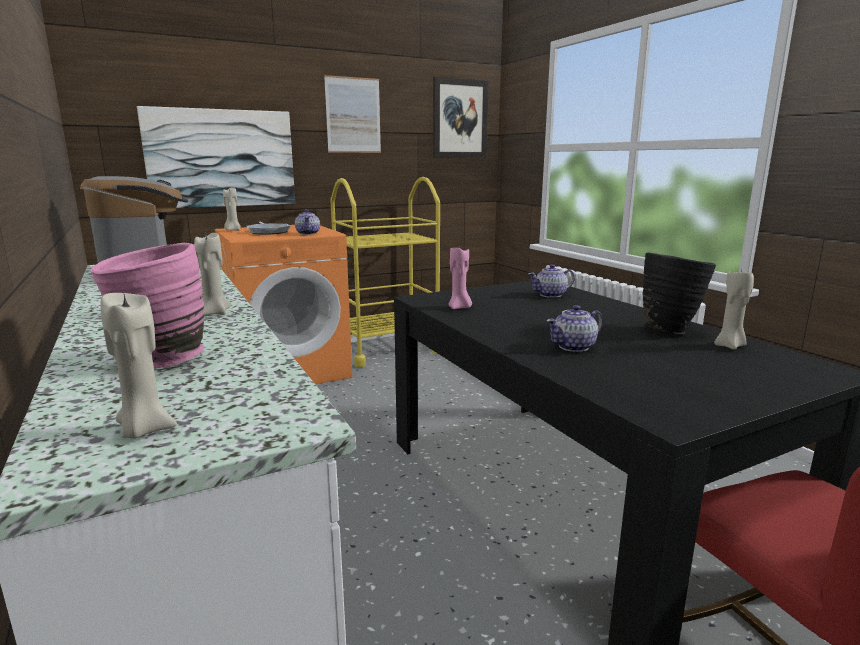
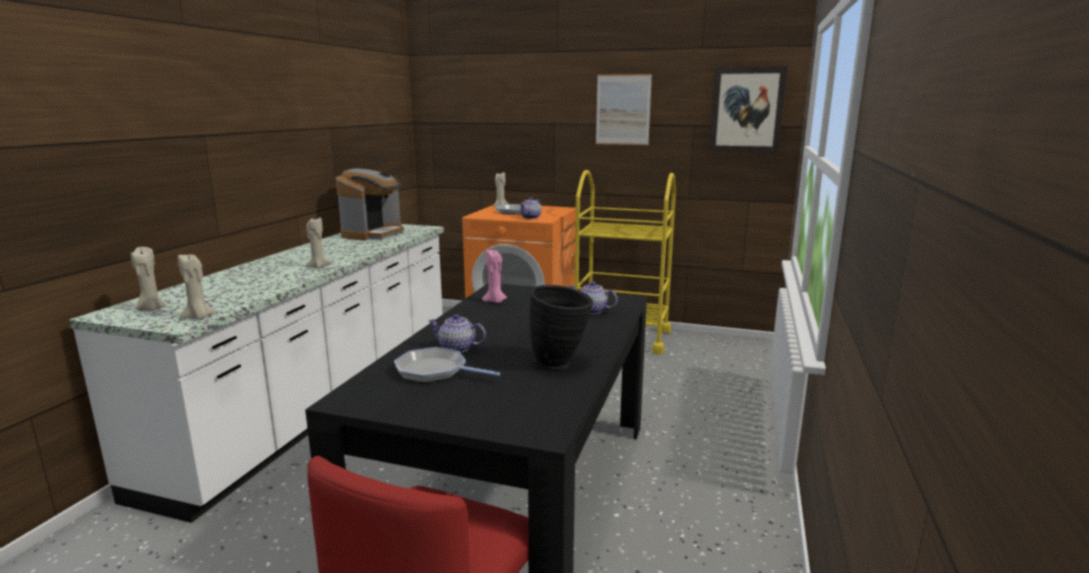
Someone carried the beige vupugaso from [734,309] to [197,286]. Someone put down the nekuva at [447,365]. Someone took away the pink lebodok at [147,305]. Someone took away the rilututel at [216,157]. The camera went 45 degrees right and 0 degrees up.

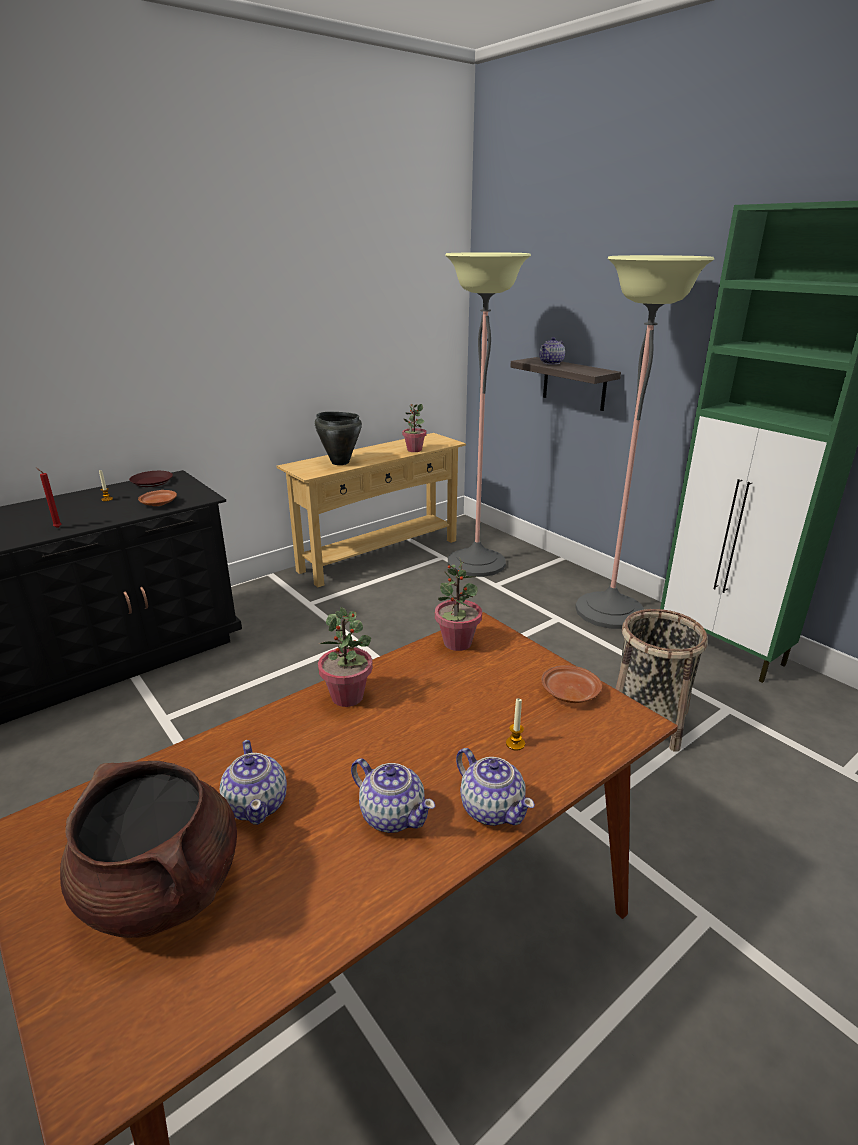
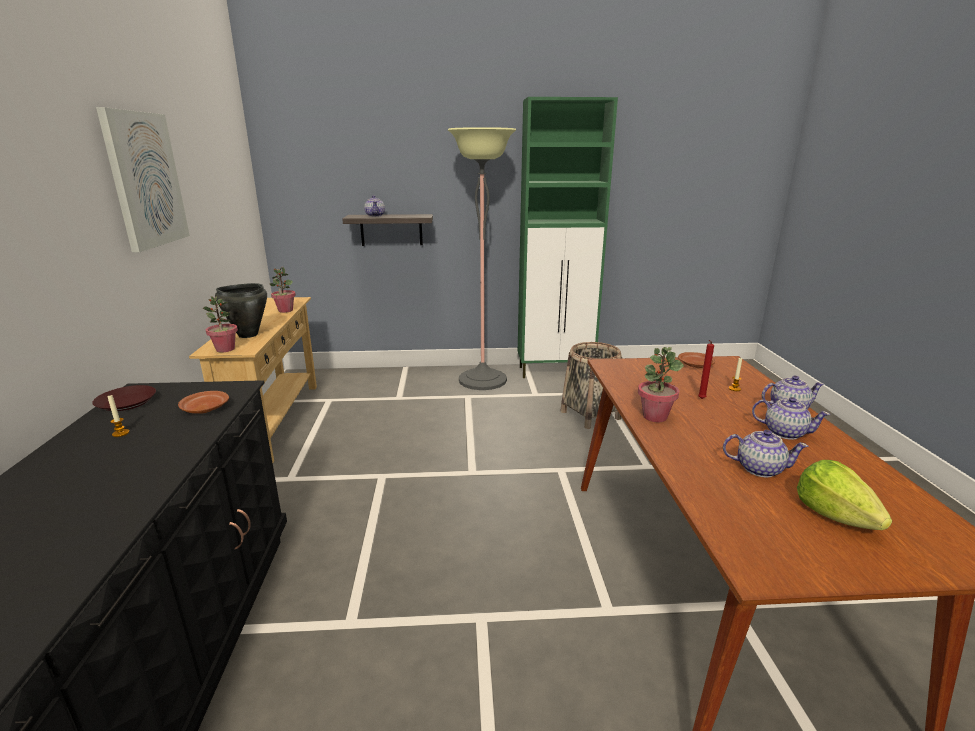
Someone put up the rilututel at [143,179]. Someone carried the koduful from [458,604] to [220,324]. Someone carried the red vupugaso from [48,497] to [706,369]. Someone rotated the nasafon at [393,795] by 45 degrees clockwise. Someone swapped the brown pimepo at [148,849] for the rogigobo at [844,495]. Someone took away the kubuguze at [488,414]. The camera went 55 degrees left and 5 degrees down.

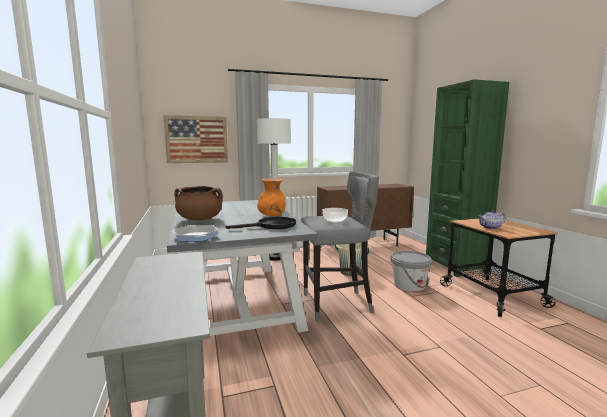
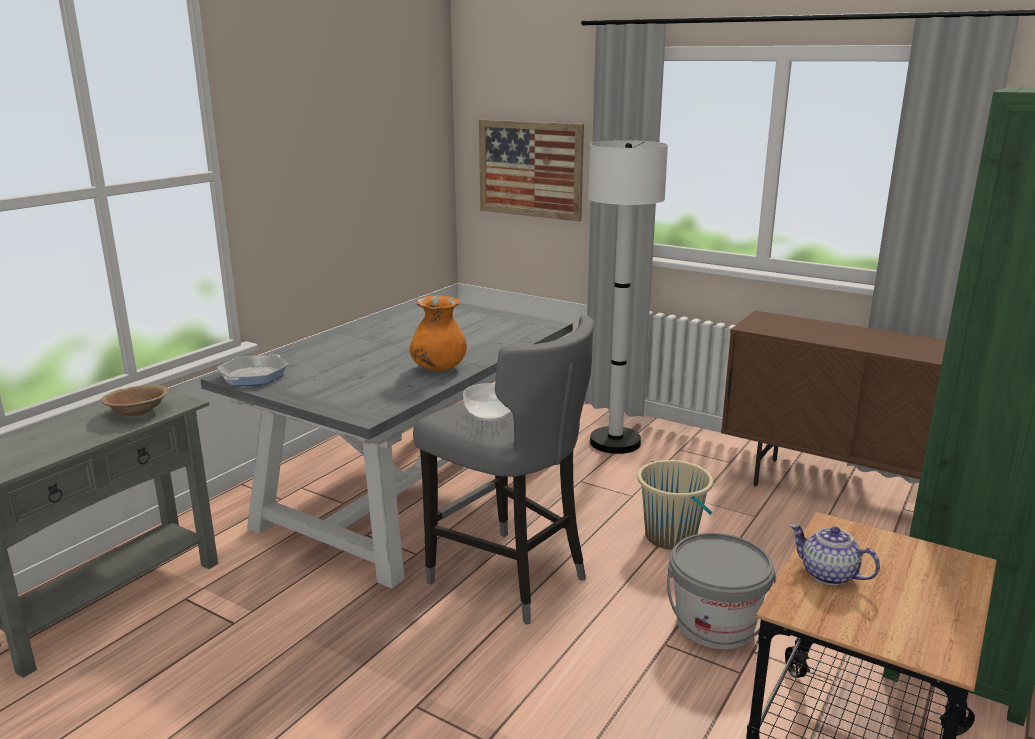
Someone put down the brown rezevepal at [134,400]. Someone took away the brown pimepo at [198,203]. Someone took away the black nekuva at [261,223]. The camera went 50 degrees right and 10 degrees up.

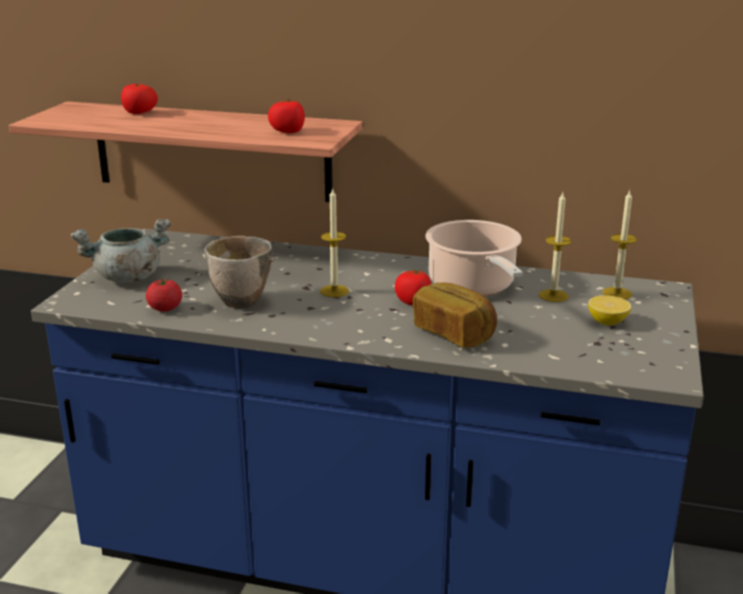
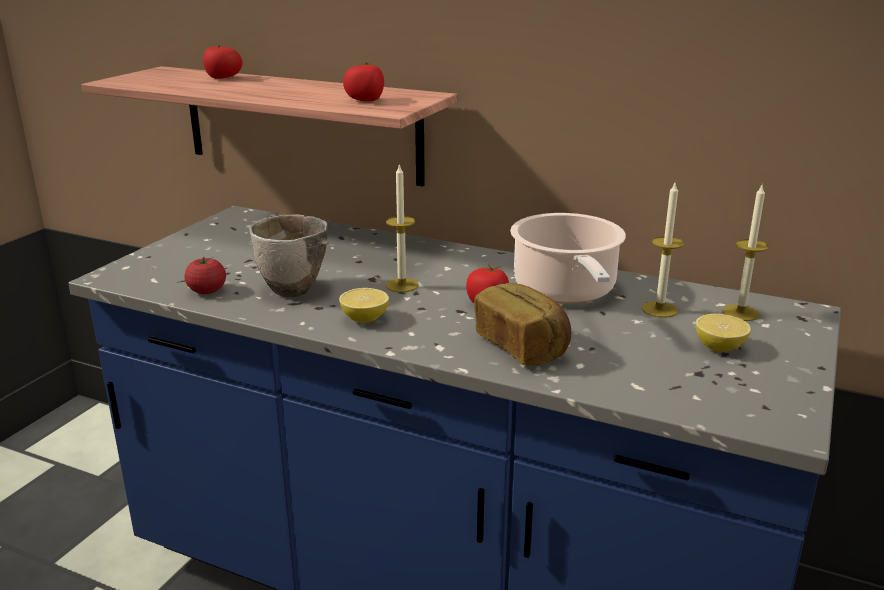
Someone put down the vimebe at [364,305]. Someone took away the grey pimepo at [121,251]. The camera went 10 degrees right and 0 degrees up.

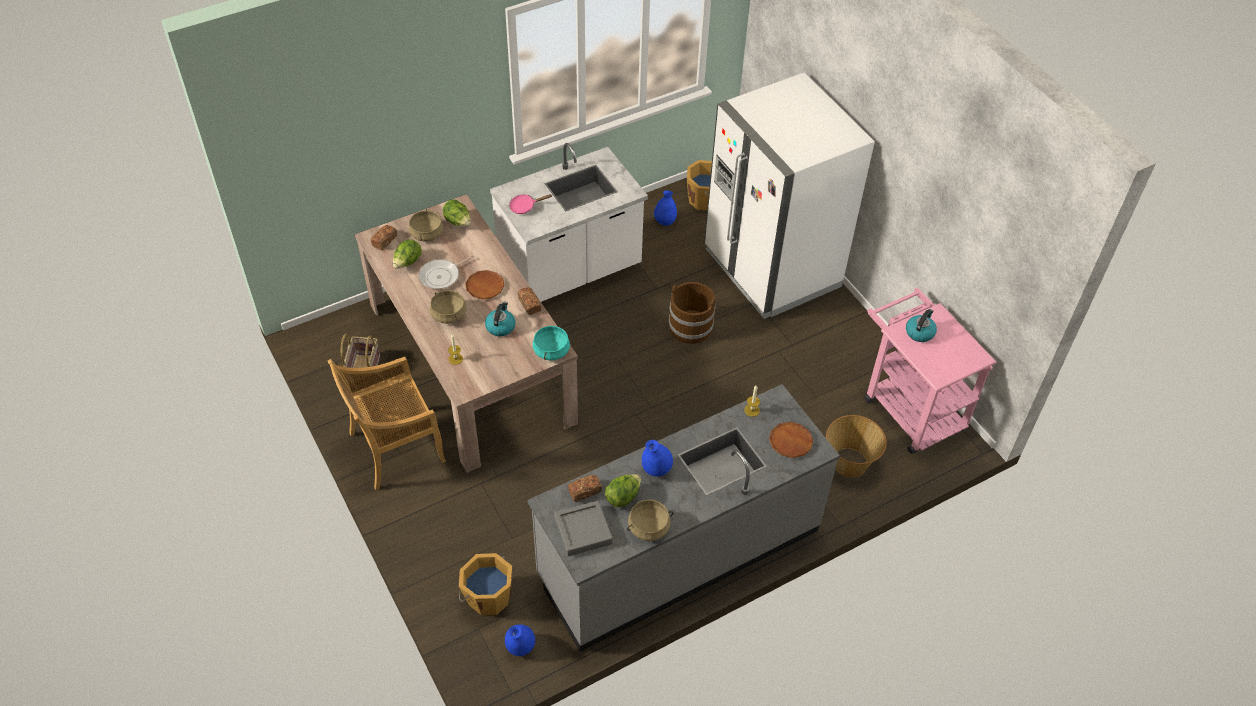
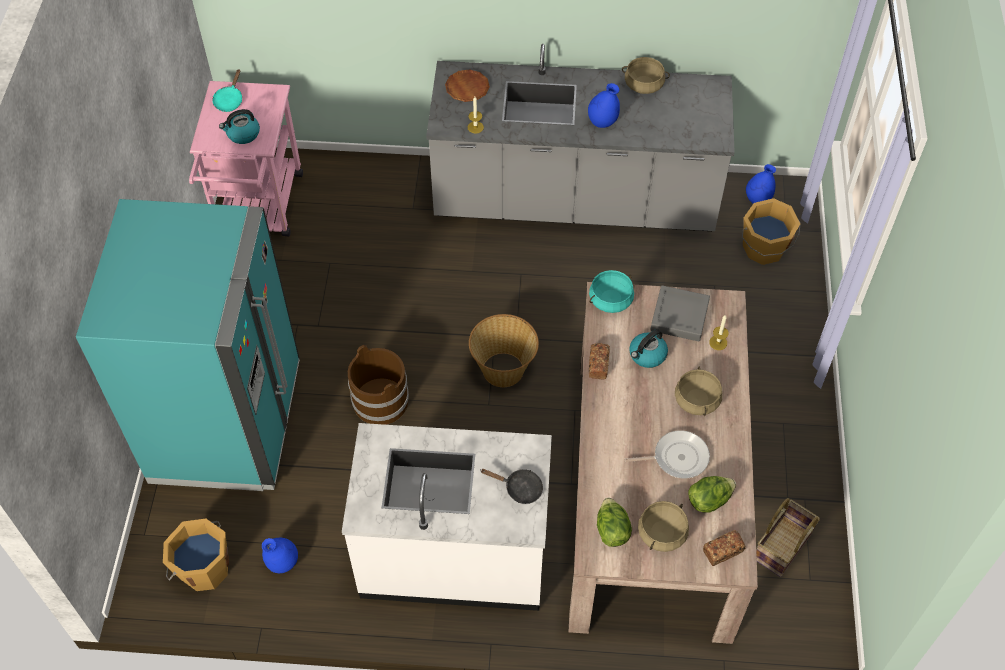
Someone repainted the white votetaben at [789,196], which became the turquoise votetaben at [188,345]. Someone put down the turquoise nekuva at [227,90]. Someone carried the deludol from [856,446] to [504,350]. Someone repainted the pink nekuva at [530,204], which became the black nekuva at [511,486]. Someone carried the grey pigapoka from [583,528] to [680,313]. Someone took away the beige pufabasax at [387,423]. Someone took away the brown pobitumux at [484,284]. Someone took away the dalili at [585,488]. Someone took away the rogigobo at [623,490]. The camera went 145 degrees left and 5 degrees up.

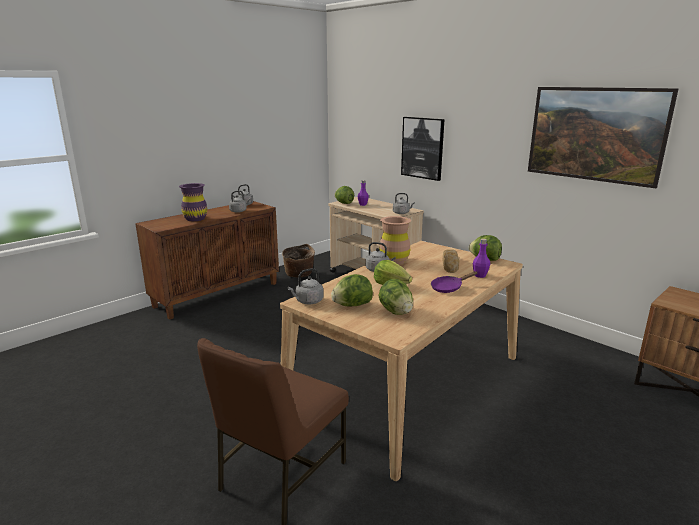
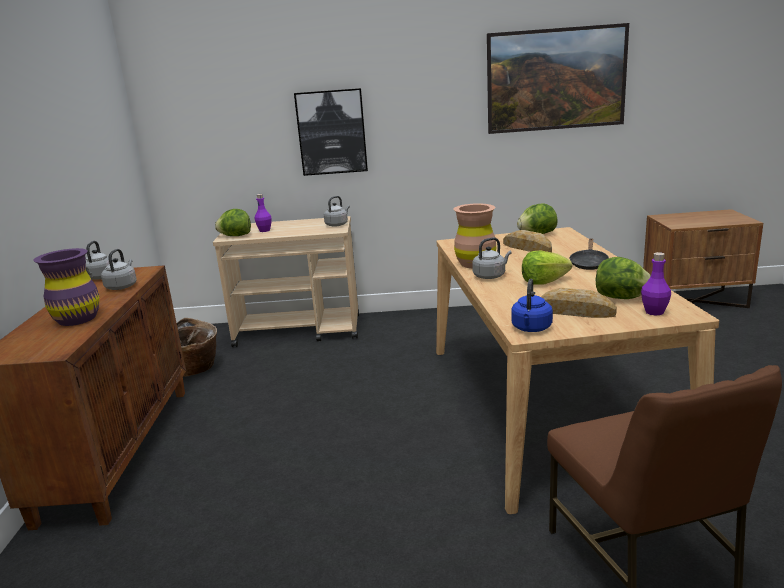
Someone repainted the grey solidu at [305,286], which became the blue solidu at [532,305]. Someone swapped the rogigobo at [352,290] for the dalili at [579,303]. Someone repainted the purple nekuva at [454,282], which became the black nekuva at [589,254]. Someone carried the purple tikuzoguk from [481,258] to [656,284]. The camera went 45 degrees left and 0 degrees up.

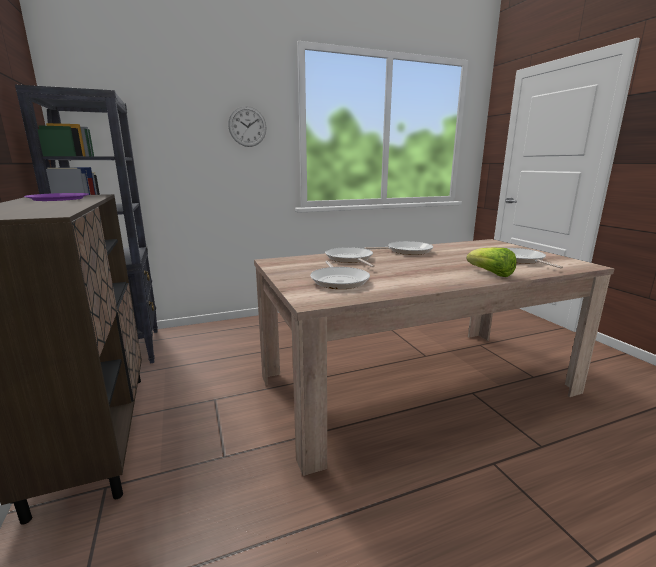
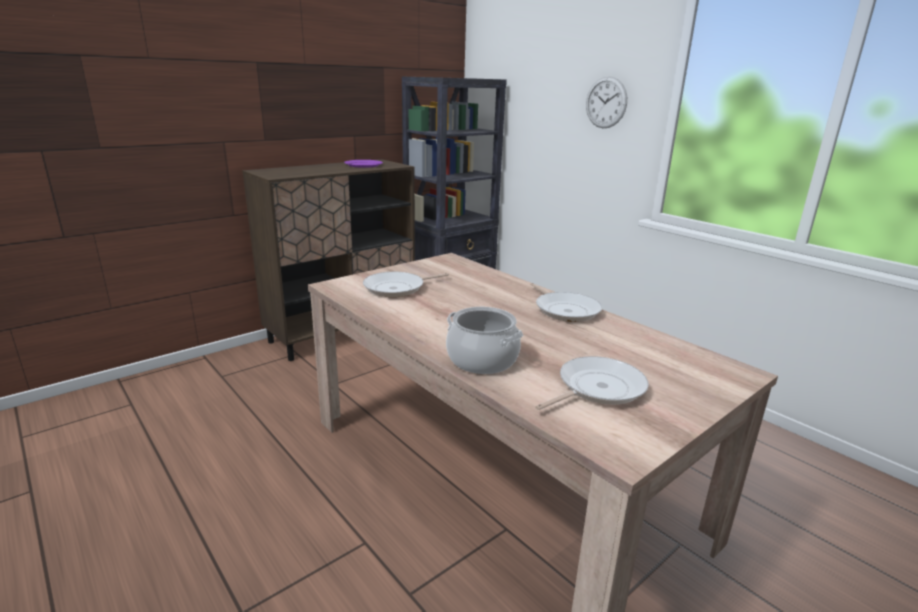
Someone swapped the rogigobo at [491,262] for the pimepo at [484,340]. Someone took away the nekuva at [350,257]. The camera went 70 degrees right and 5 degrees up.

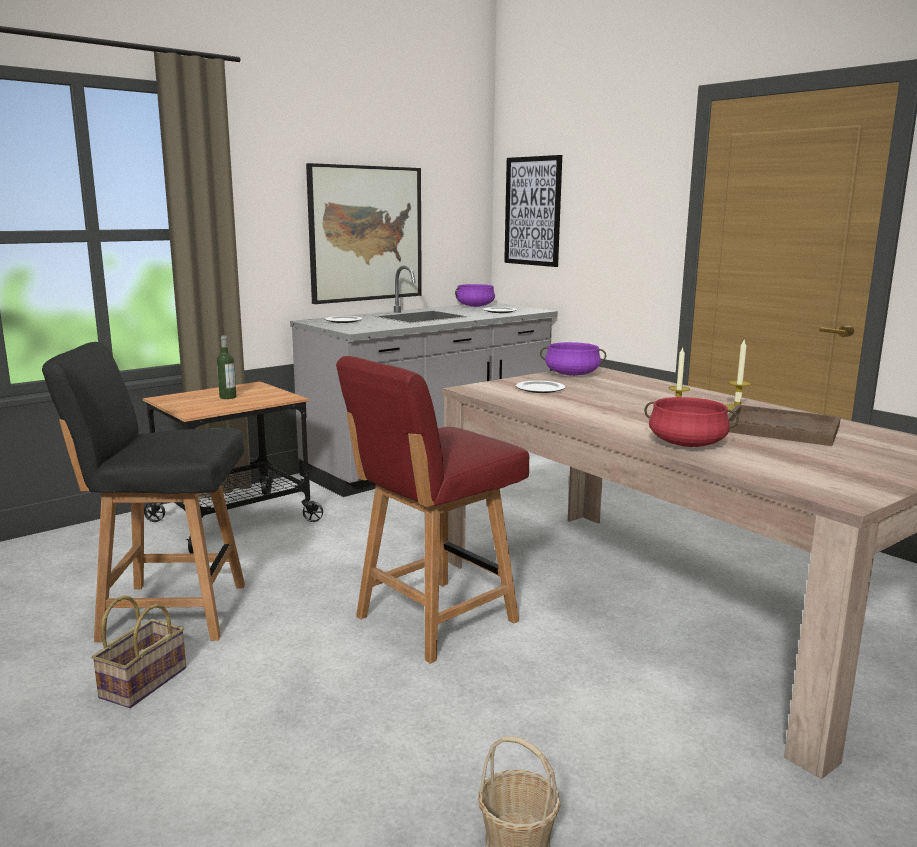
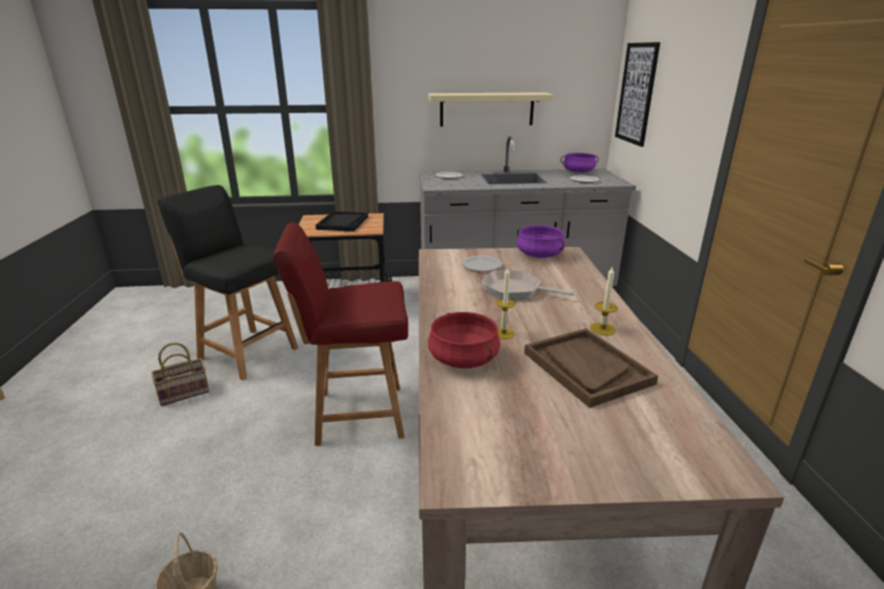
Someone swapped the tikuzoguk at [226,367] for the black pigapoka at [341,221]. Someone swapped the rilututel at [364,233] for the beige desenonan at [491,109]. Someone put down the nekuva at [528,285]. The camera went 35 degrees right and 10 degrees up.

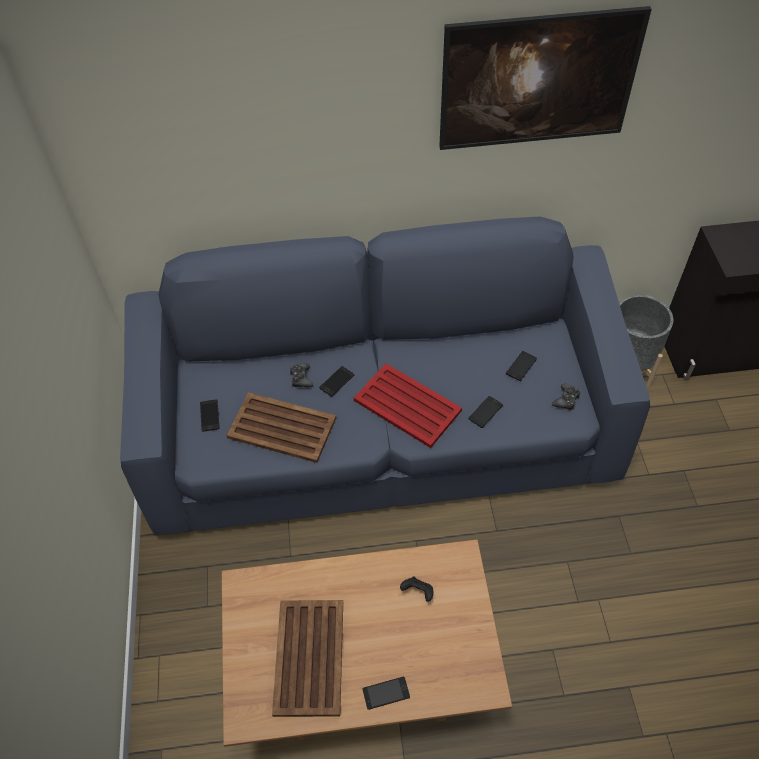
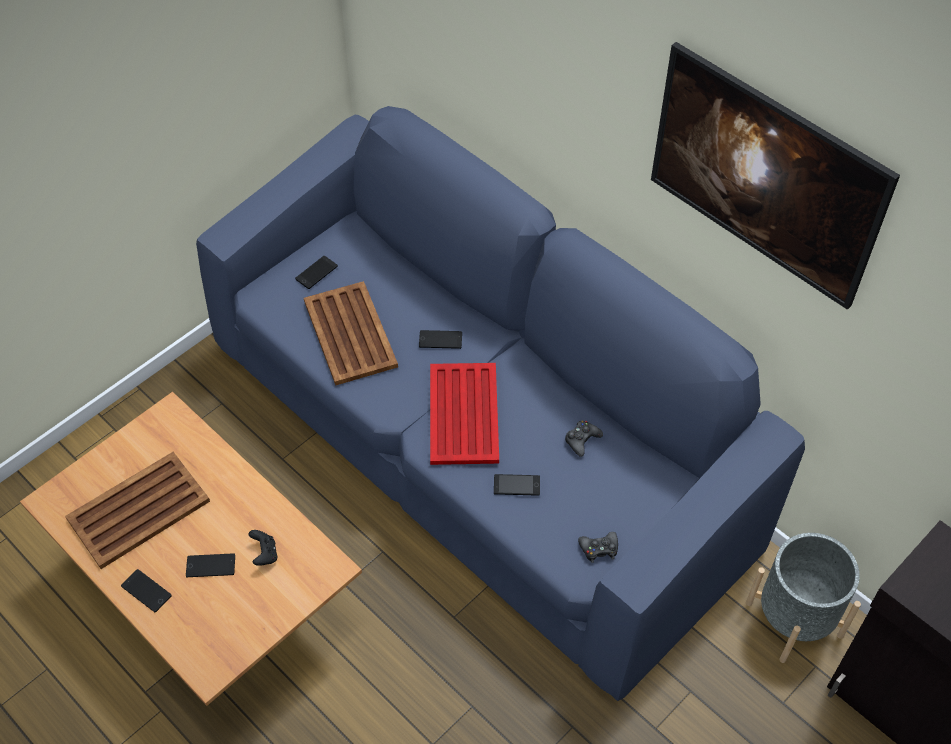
Someone carried the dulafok from [521,366] to [210,565]. Someone carried the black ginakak from [301,375] to [584,439]. The camera went 50 degrees right and 0 degrees up.

